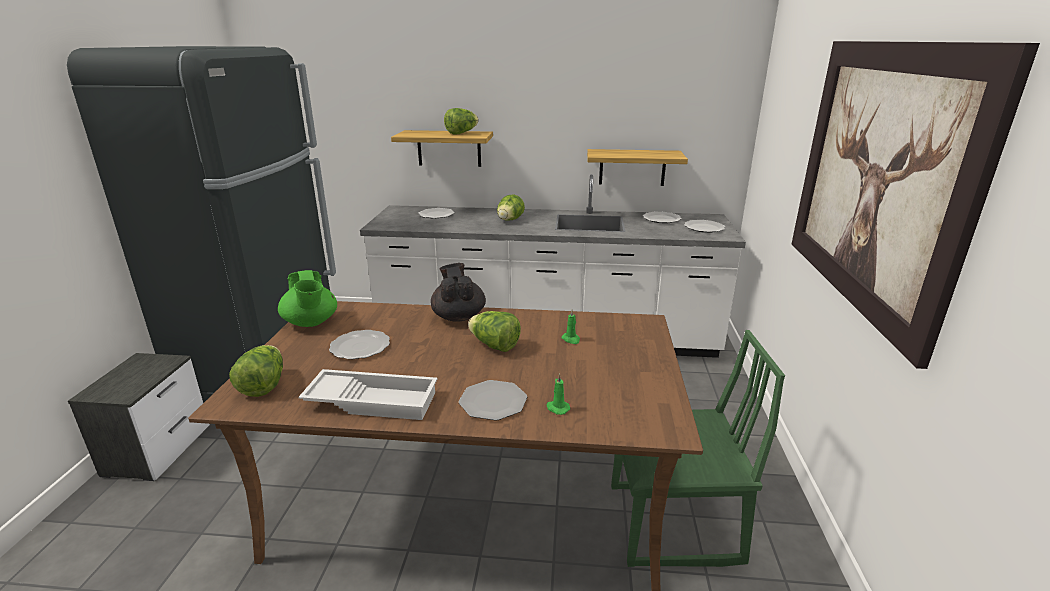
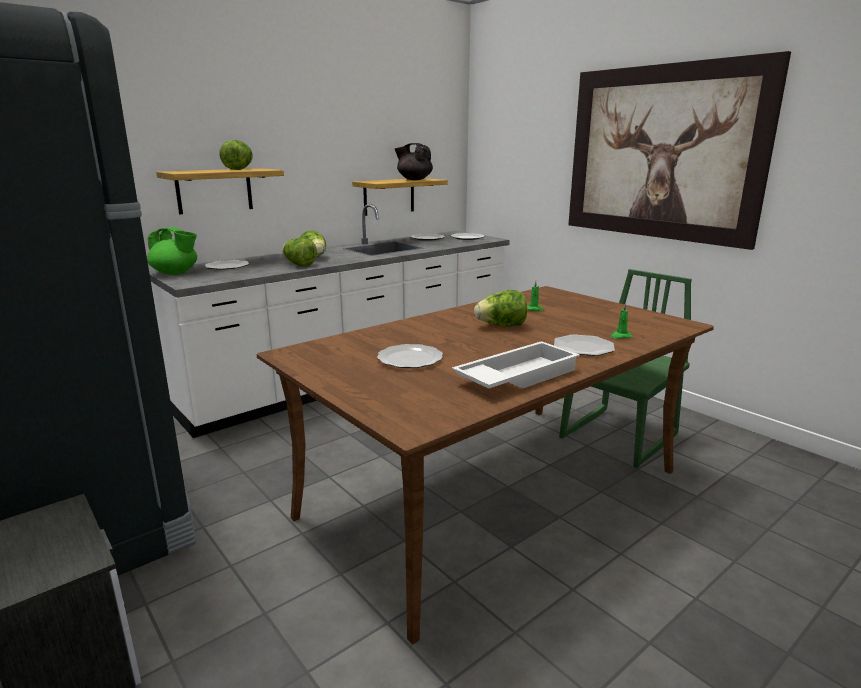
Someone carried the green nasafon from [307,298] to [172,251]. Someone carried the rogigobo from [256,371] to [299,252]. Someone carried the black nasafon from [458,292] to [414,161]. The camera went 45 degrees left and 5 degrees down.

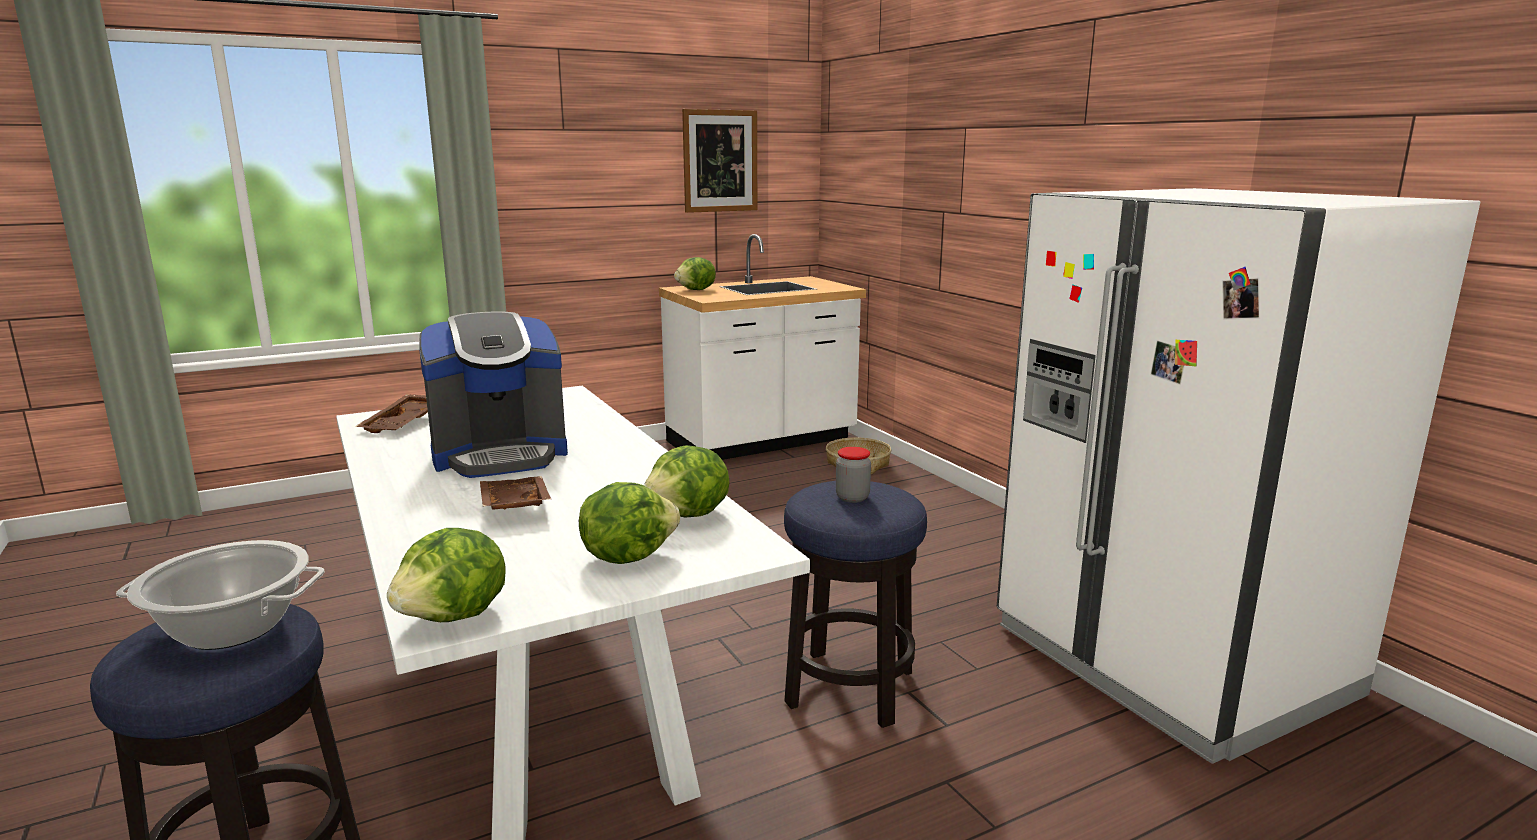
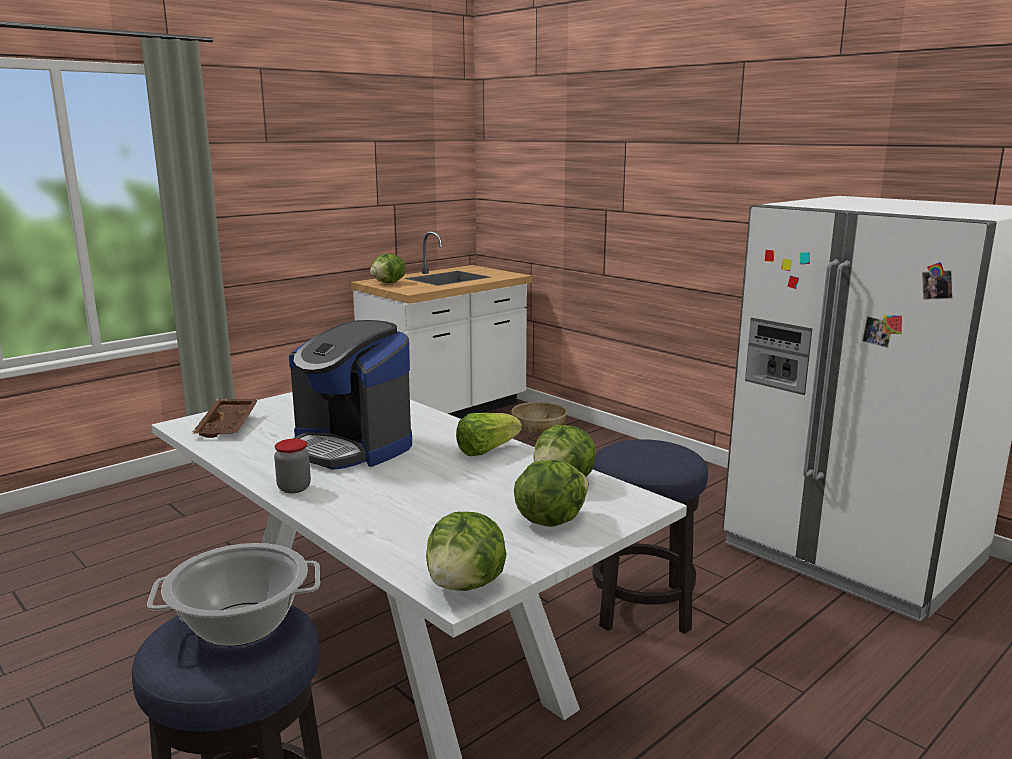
Someone carried the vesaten from [853,475] to [292,466]. Someone rotated the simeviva at [493,395] by 75 degrees clockwise. Someone put down the rogigobo at [489,434]. Someone took away the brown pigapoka at [515,493]. Someone took away the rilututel at [719,161]. The camera went 15 degrees left and 0 degrees up.

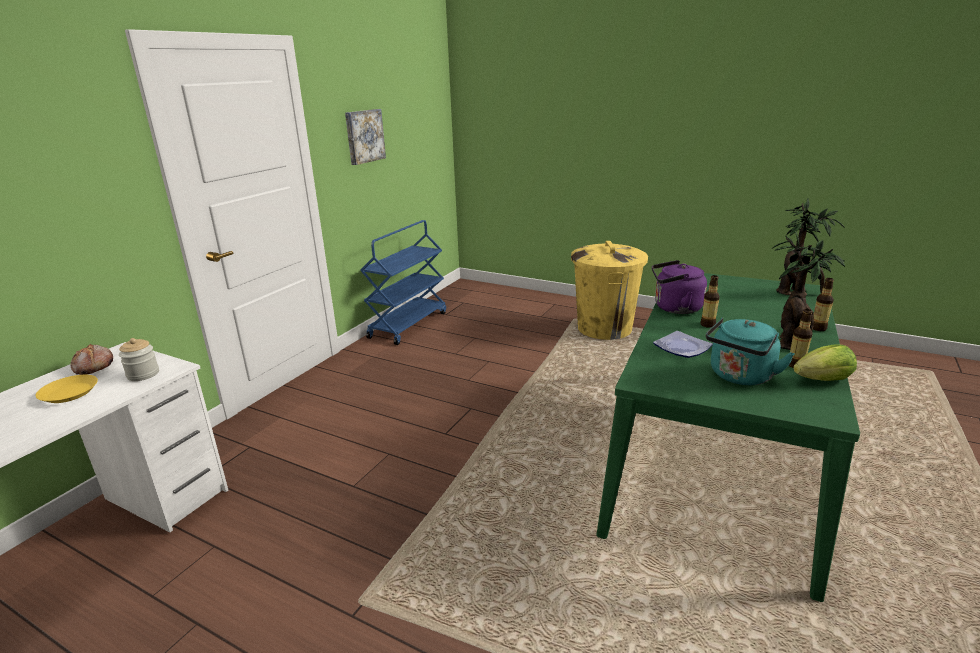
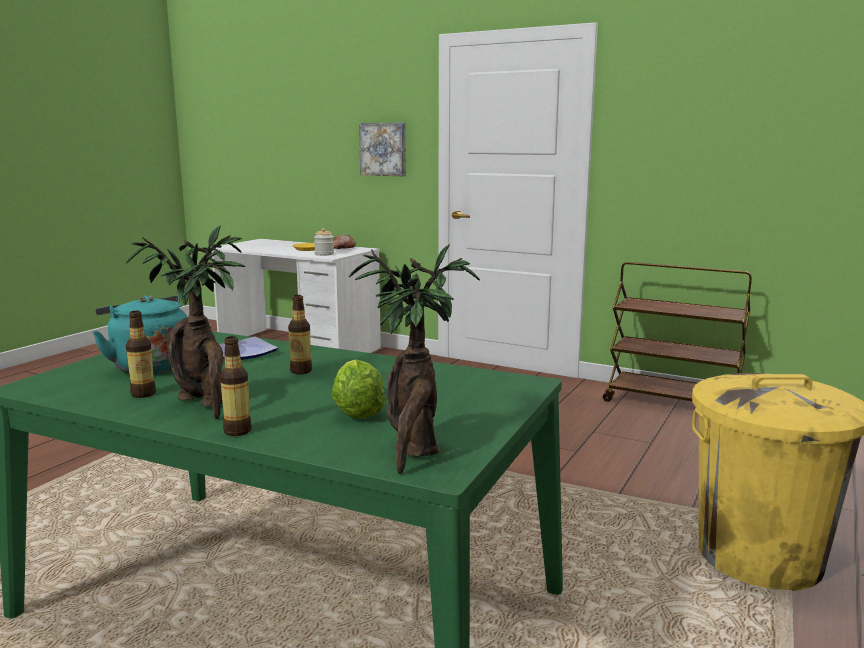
Someone carried the rogigobo from [825,362] to [359,389]. Someone carried the rilututel from [365,137] to [382,149]. Someone repainted the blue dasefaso at [403,282], which became the brown dasefaso at [677,332]. Someone took away the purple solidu at [679,287]. The camera went 90 degrees right and 10 degrees down.

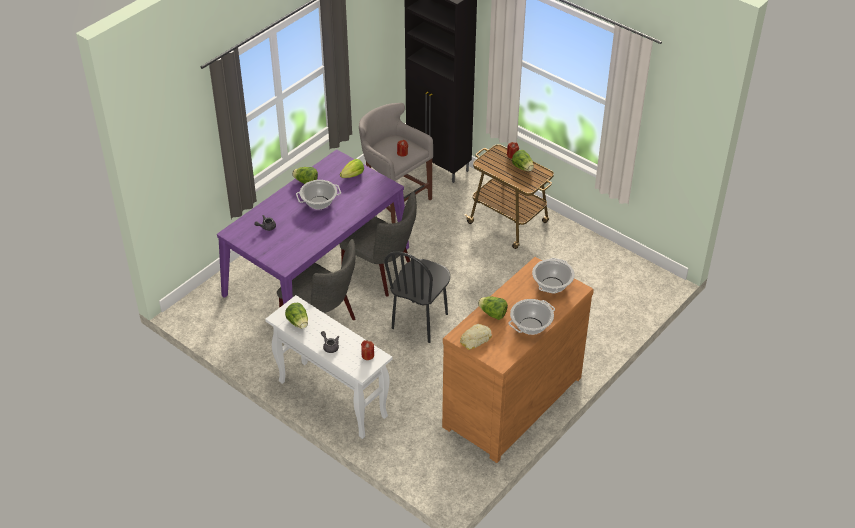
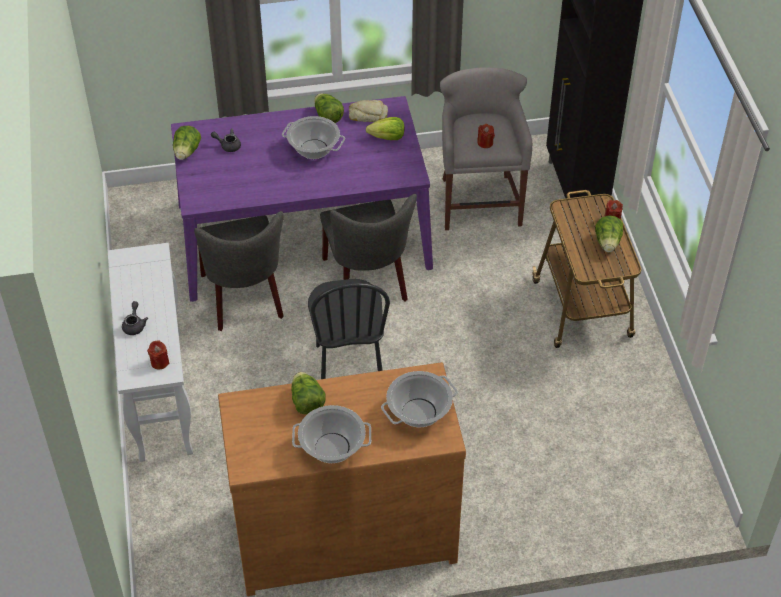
Someone carried the rogigobo from [296,316] to [187,143]. Someone rotated the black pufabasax at [417,297] by 75 degrees counterclockwise. Someone carried the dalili from [476,337] to [368,111]. The camera went 40 degrees right and 5 degrees up.

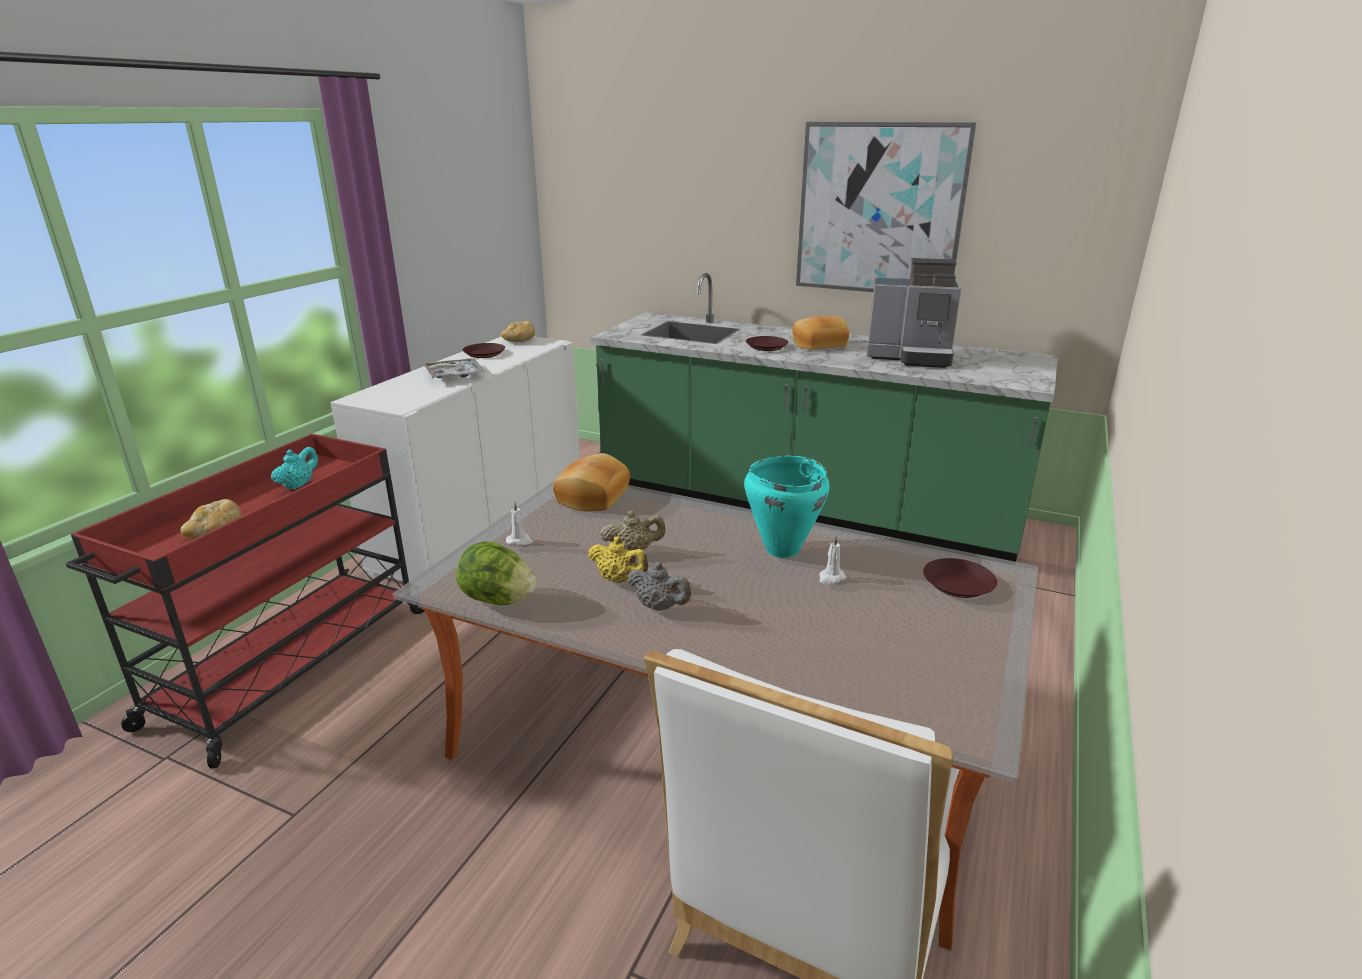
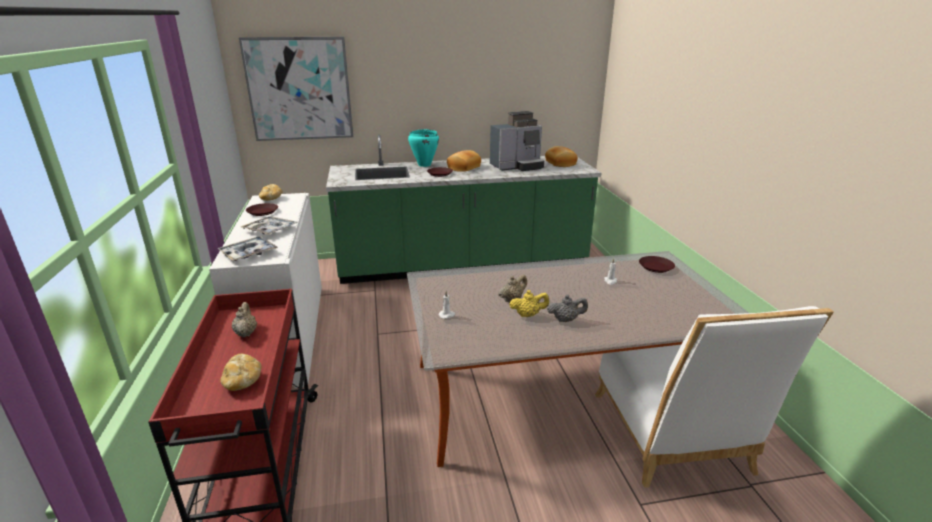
Someone put down the pigapoka at [247,248]. Someone repainted the turquoise nasafon at [294,468], which became the beige nasafon at [244,319]. Someone carried the rilututel from [886,207] to [296,89]. Someone carried the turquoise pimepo from [786,507] to [423,148]. Someone carried the dalili from [591,482] to [561,156]. Someone took away the rogigobo at [496,573]. The camera went 35 degrees left and 0 degrees up.

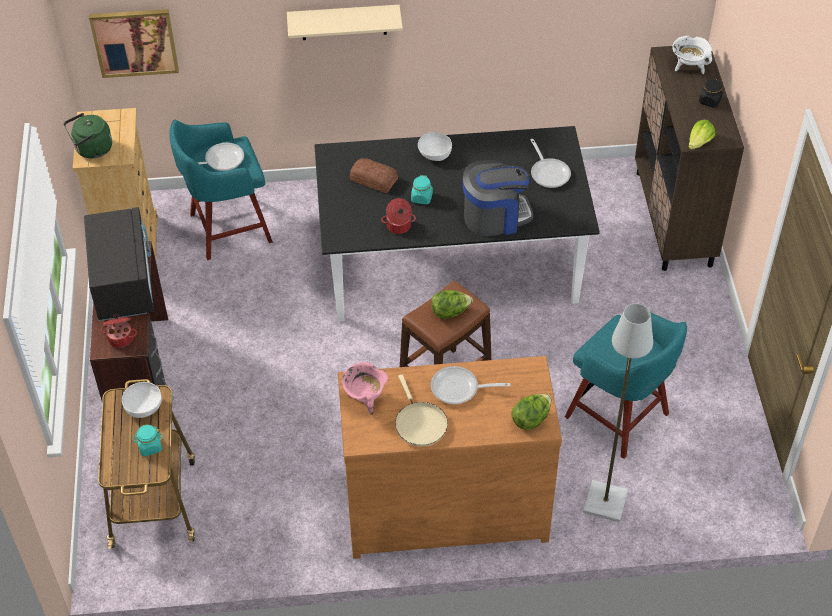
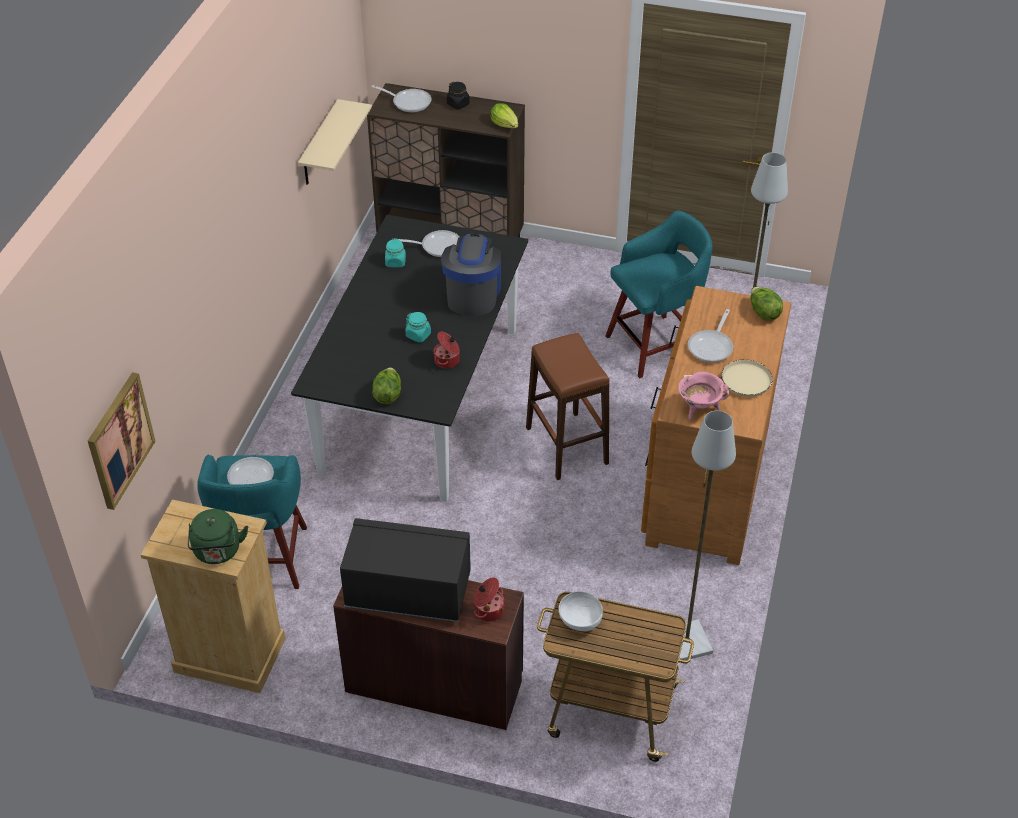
Someone carried the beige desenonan from [345,22] to [335,142]. Someone swapped the white pimepo at [692,55] for the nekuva at [401,99]. Someone carried the rogigobo from [452,304] to [386,385]. Someone carried the turquoise vesaten from [147,440] to [395,253]. Someone put down the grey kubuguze at [707,535]. Someone took away the dalili at [374,175]. Someone took away the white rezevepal at [435,146]. The camera went 70 degrees left and 5 degrees down.

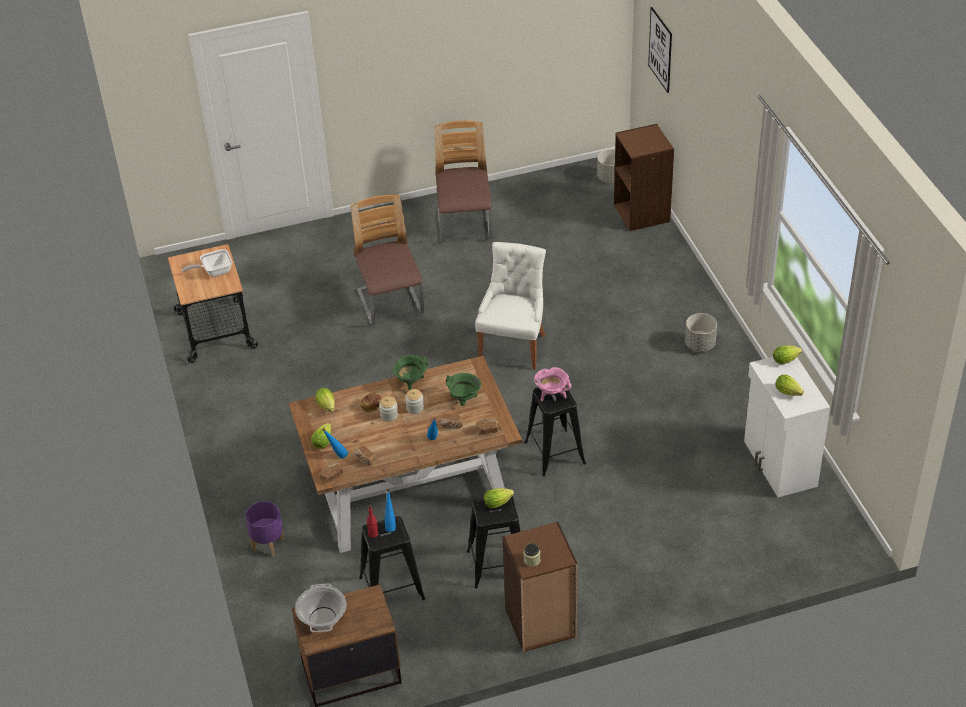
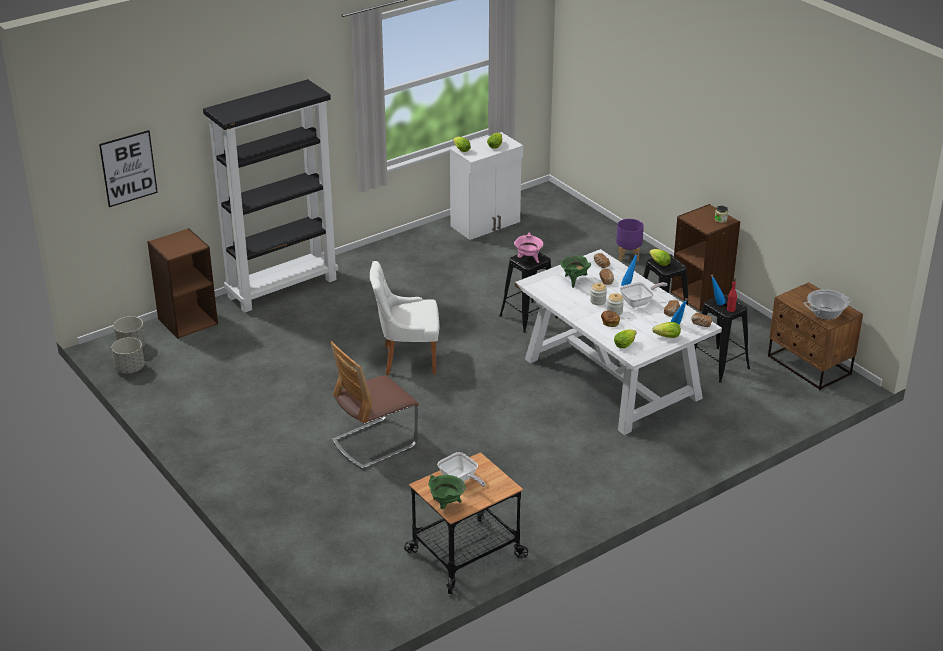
Someone carried the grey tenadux from [701,332] to [128,355]. Someone put down the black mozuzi at [270,196]. Someone carried the green pimepo from [410,372] to [447,492]. Someone repainted the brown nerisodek at [405,454], which became the white nerisodek at [618,342]. Someone carried the purple tenadux from [265,528] to [630,240]. Someone put down the nekuva at [644,295]. Someone took away the pufabasax at [463,181]. The camera went 110 degrees left and 10 degrees down.

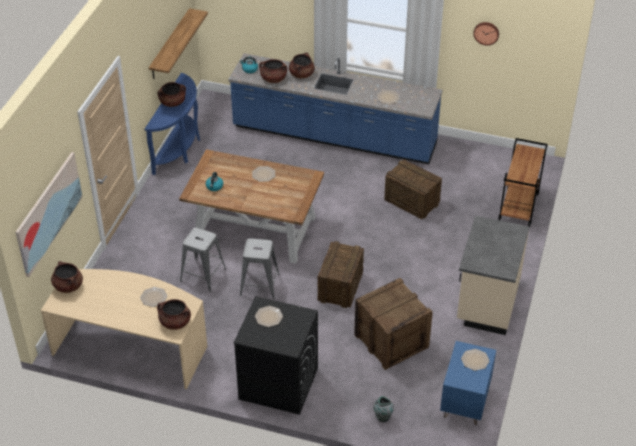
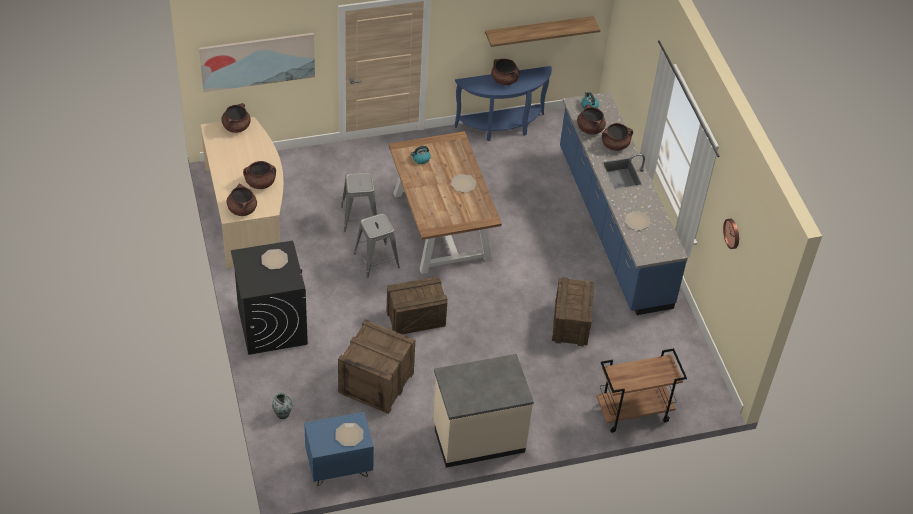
Someone swapped the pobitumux at [154,297] for the brown pimepo at [259,175]. The camera went 55 degrees right and 5 degrees up.

